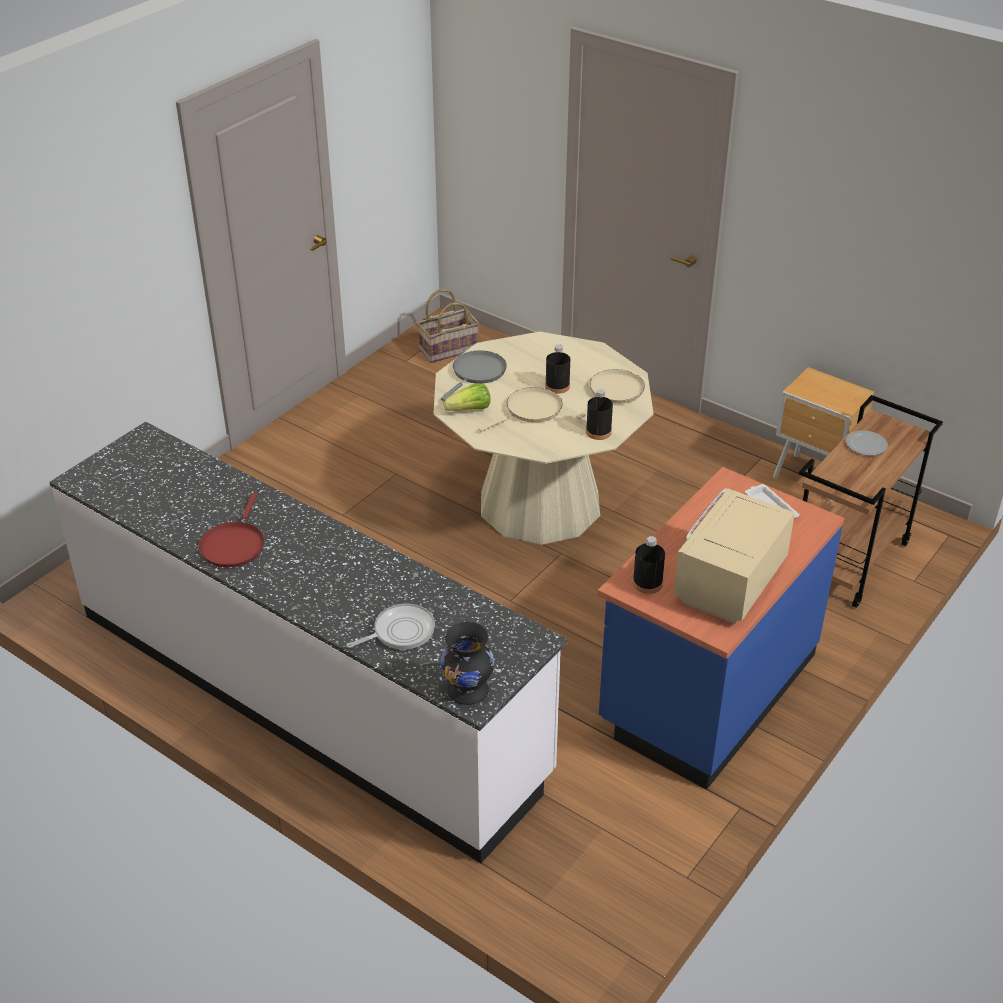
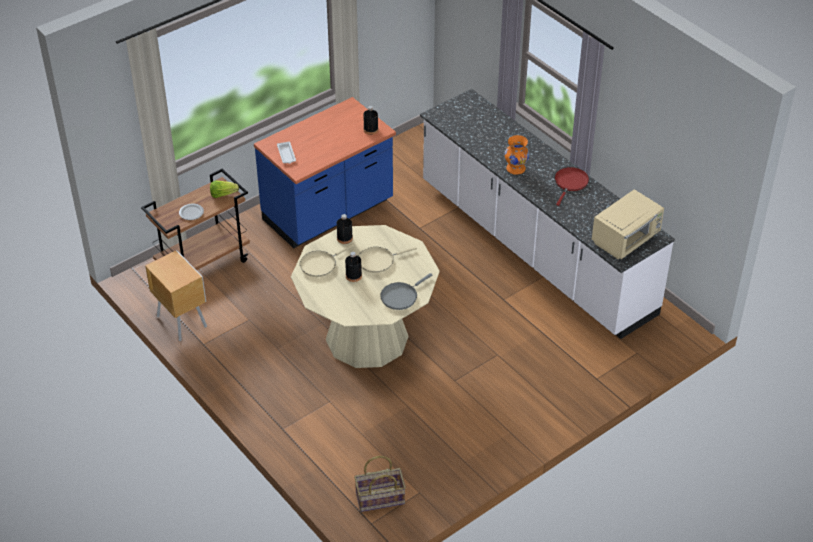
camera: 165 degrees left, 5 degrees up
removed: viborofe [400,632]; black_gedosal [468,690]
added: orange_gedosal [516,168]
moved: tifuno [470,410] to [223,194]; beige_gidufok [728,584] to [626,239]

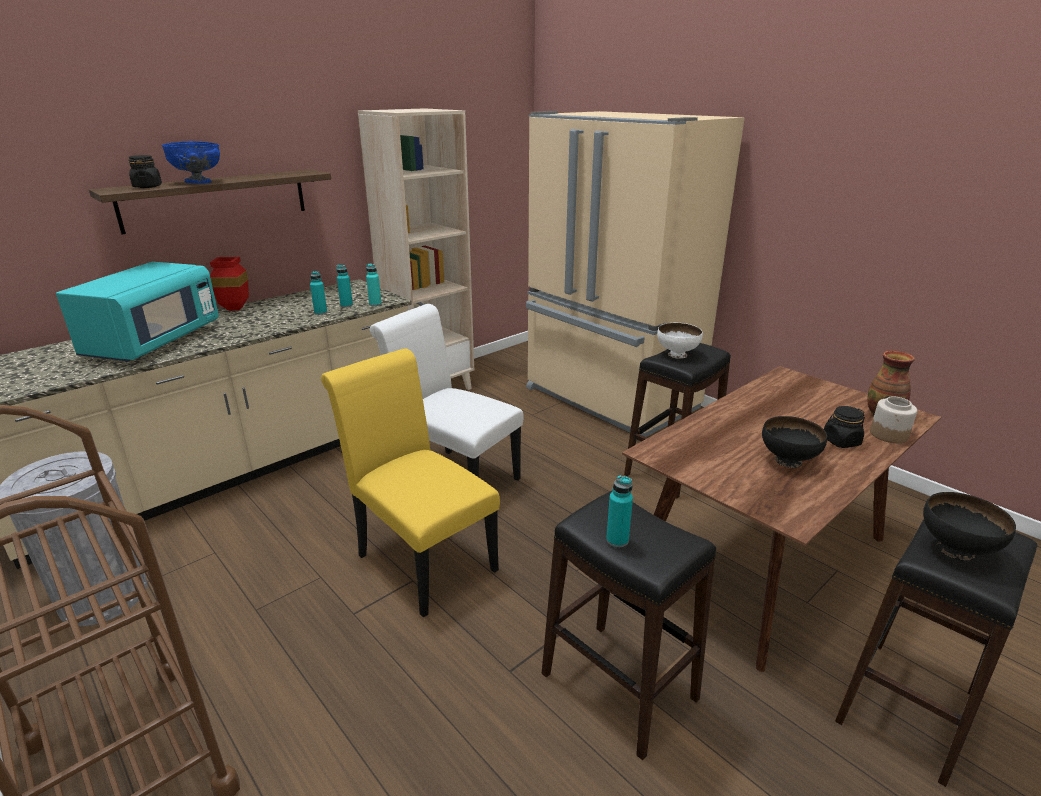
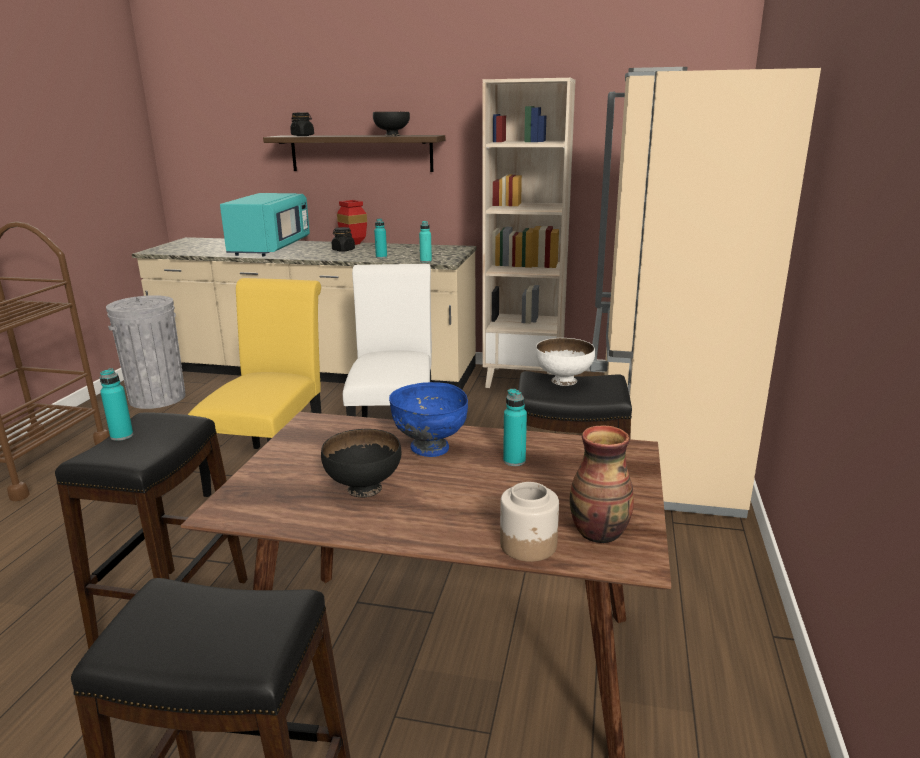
camera: 55 degrees right, 5 degrees down
moved: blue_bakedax [198,182] to [430,449]; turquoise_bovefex [346,305] to [514,461]; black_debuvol [841,441] to [343,250]; black_bakedax [955,550] to [391,135]
turned: turquoise_gidufok [153,342] = [269,249] 60 degrees counterclockwise

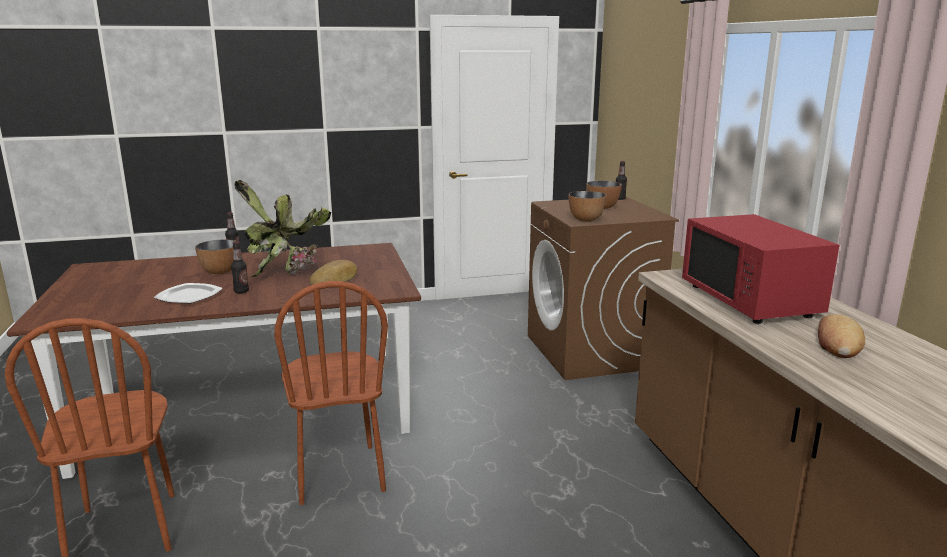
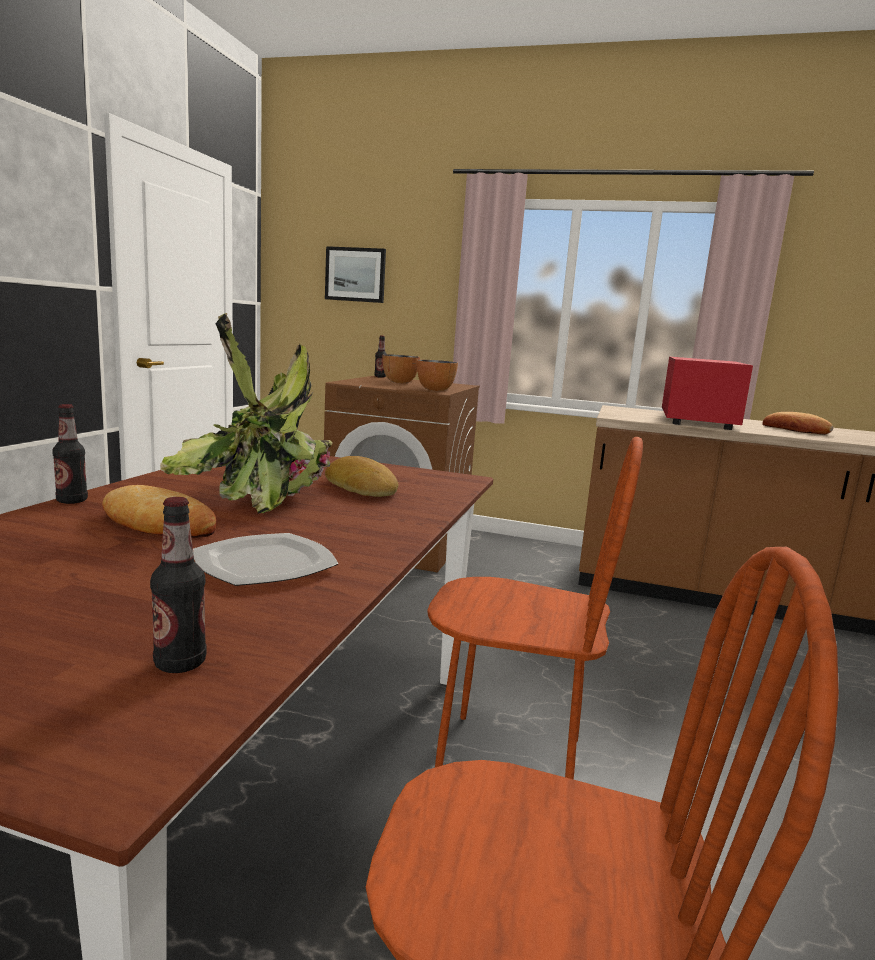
camera: 60 degrees left, 5 degrees down
added: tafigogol [355,274]
moved: bovefex [241,291] to [180,663]
replaced: bakedax [220,272] to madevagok [158,524]
turned: red_gidufok [750,300] = [696,421] 90 degrees counterclockwise

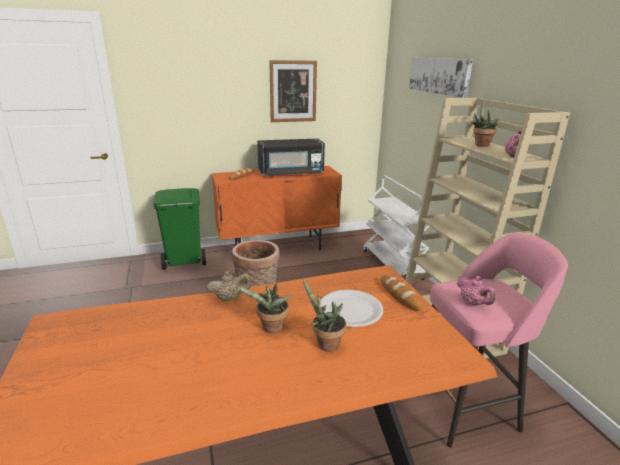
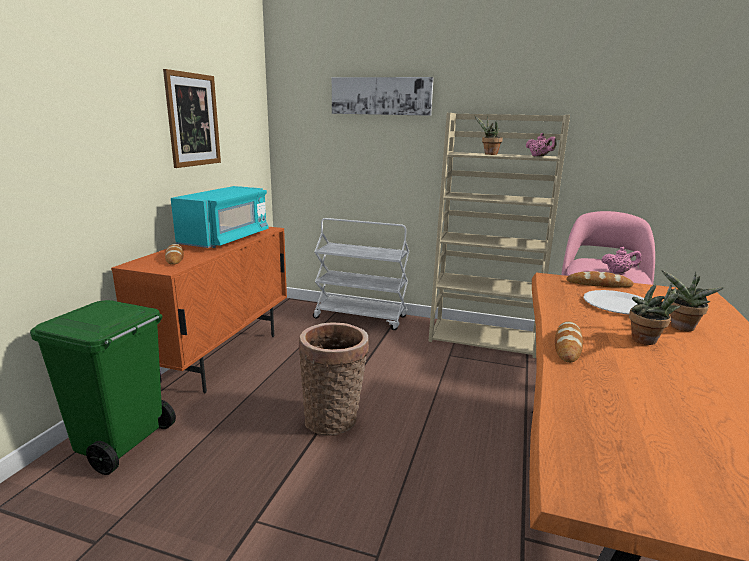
camera: 55 degrees left, 5 degrees down
replaced: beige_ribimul [230,298] to madevagok [568,345]
recoloured: black_gidufok [291,173] to turquoise_gidufok [226,239]

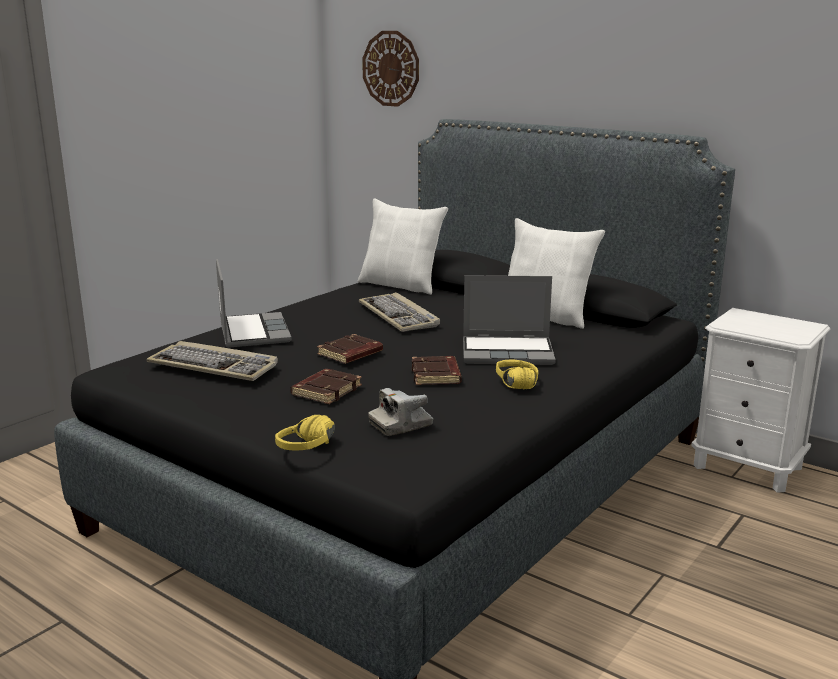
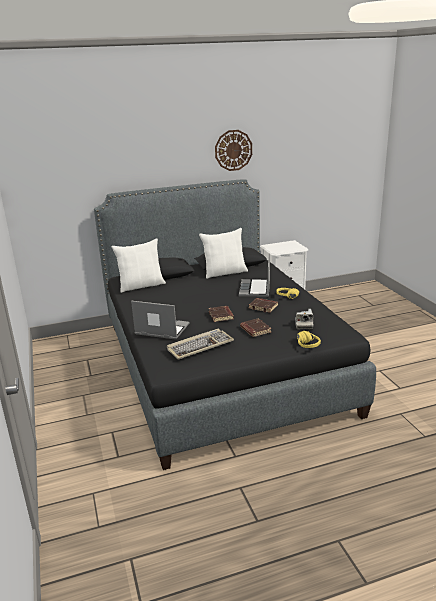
camera: 55 degrees left, 5 degrees up
removed: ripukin [399,316]
moved: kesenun [391,68] to [233,150]
turned: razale [508,352] = [255,289] 150 degrees clockwise

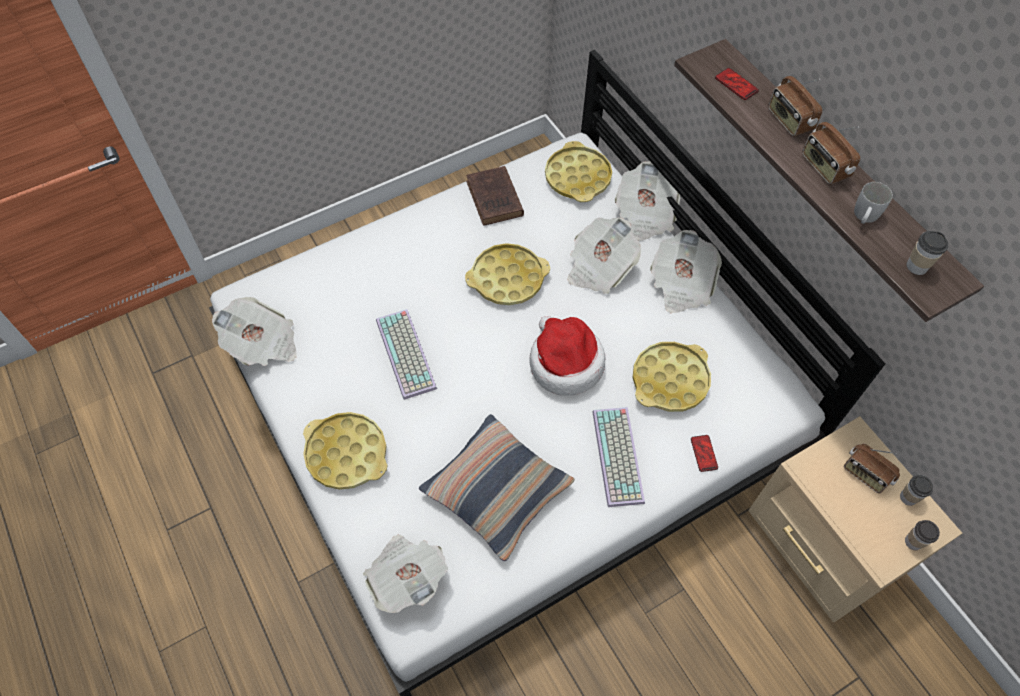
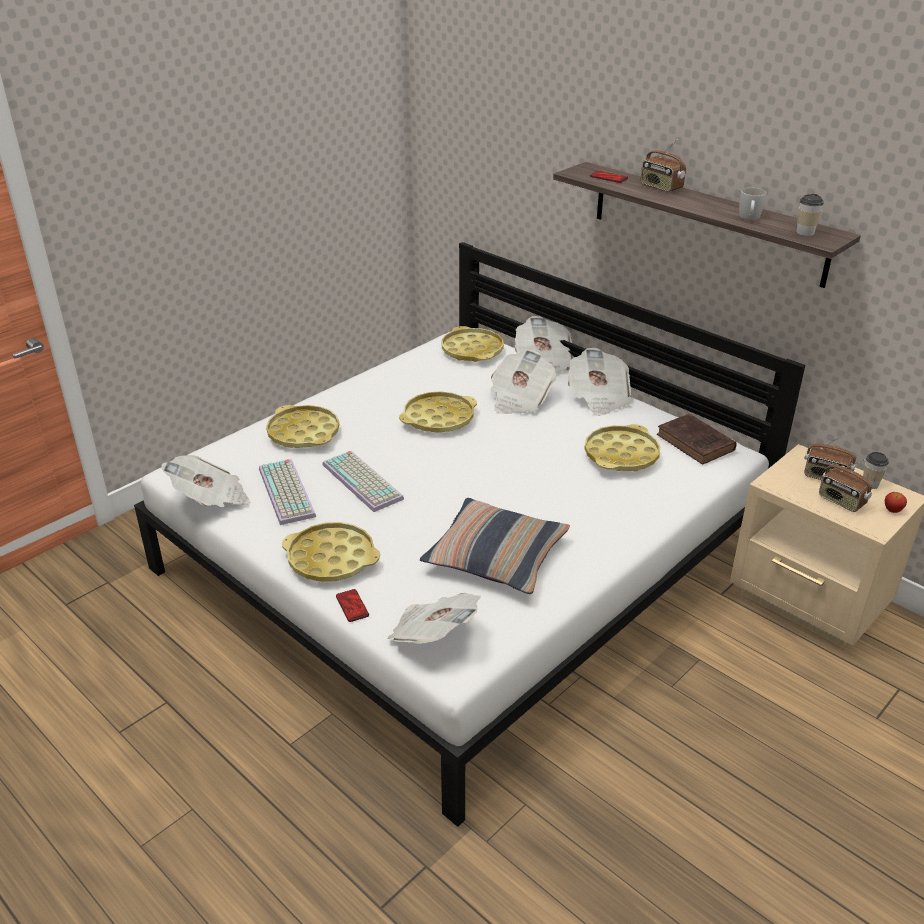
camera: 15 degrees left, 25 degrees down
removed: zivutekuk [564,363]
added: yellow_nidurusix [303,433]
moved: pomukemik [824,167] to [841,501]; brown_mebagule [495,200] to [696,443]; ripukin [620,457] to [288,492]; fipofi [704,453] to [352,606]
replaced: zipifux [913,542] to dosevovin [892,510]

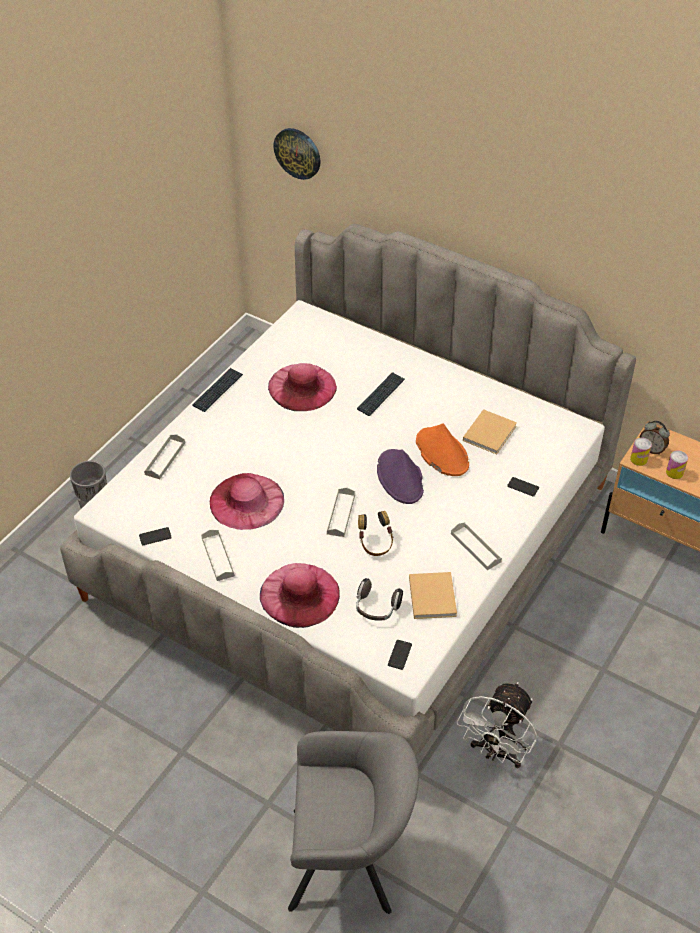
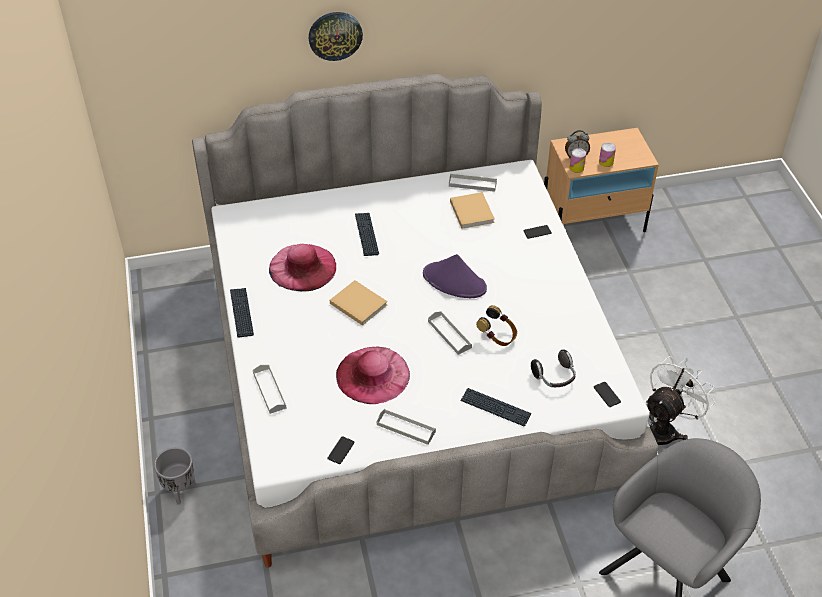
camera: 45 degrees left, 0 degrees up
removed: orange_zivutekuk [441,452]
moved: kesenun [298,153] to [335,35]; grey_nidurusix [475,548] to [472,184]; beige_mebagule [432,595] to [357,303]
replaced: pink_zivutekuk [299,594] to ripukin [495,408]
turned: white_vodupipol [496,752] = [665,429] 120 degrees counterclockwise

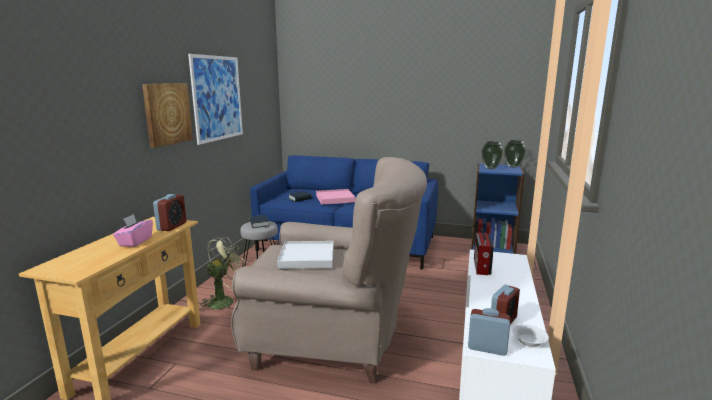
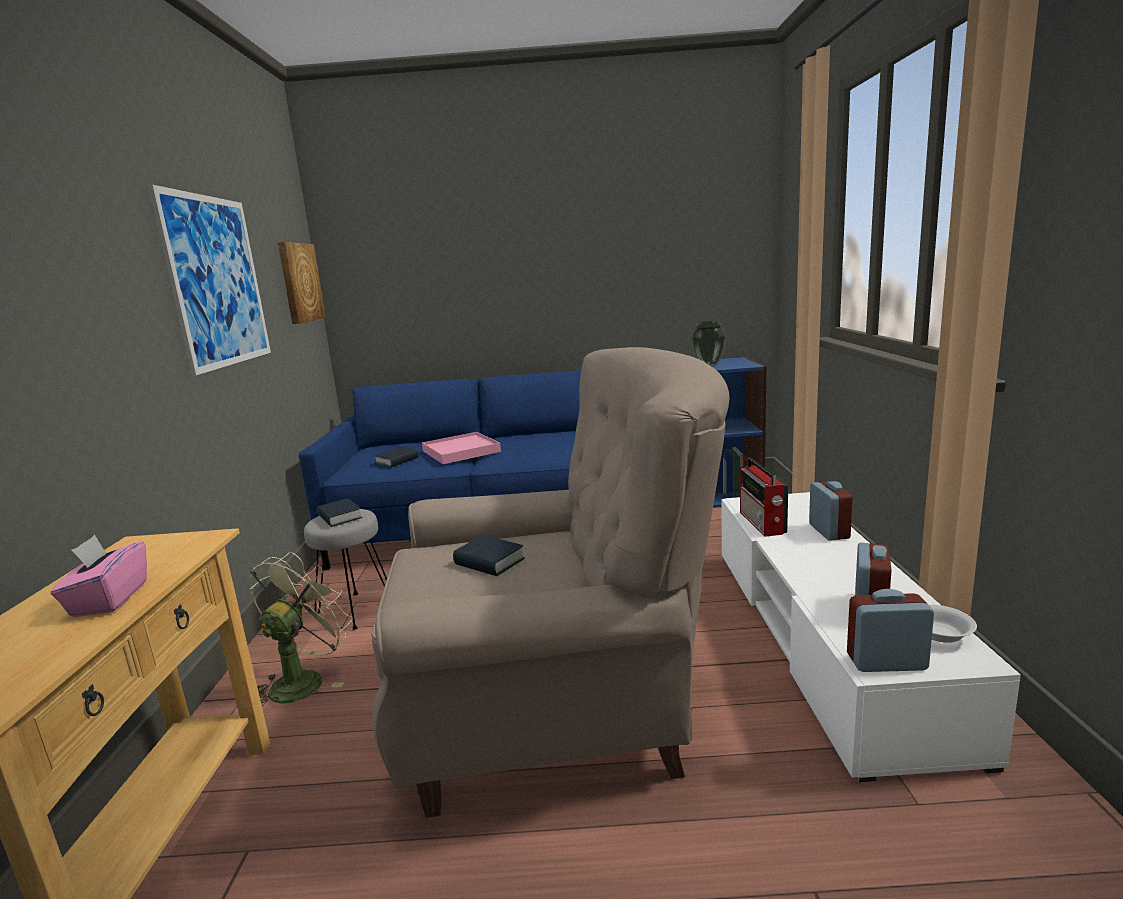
camera: 15 degrees left, 0 degrees up
removed: gedosal [513,166]
moved: tafigogol [167,114] to [299,282]; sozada [172,226] to [829,531]
replaced: white_nidurusix [307,258] to mebagule [489,562]

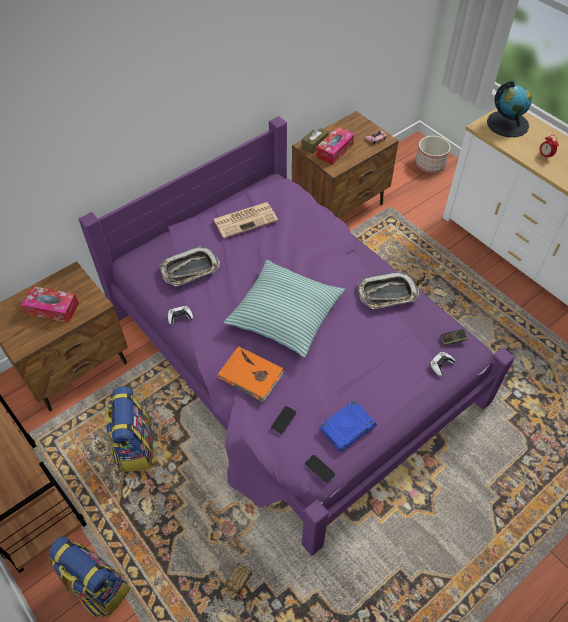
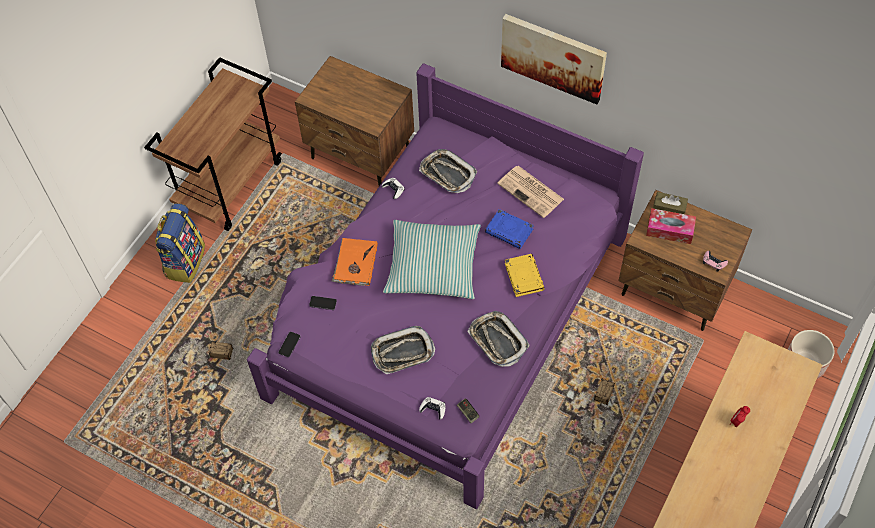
camera: 70 degrees right, 5 degrees up
removed: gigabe [507,124]; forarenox [52,308]; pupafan [134,446]
added: tafigogol [553,57]; yellow_mebagule [523,276]; nidurusix [402,353]
moved: blue_mebagule [347,427] to [509,231]

